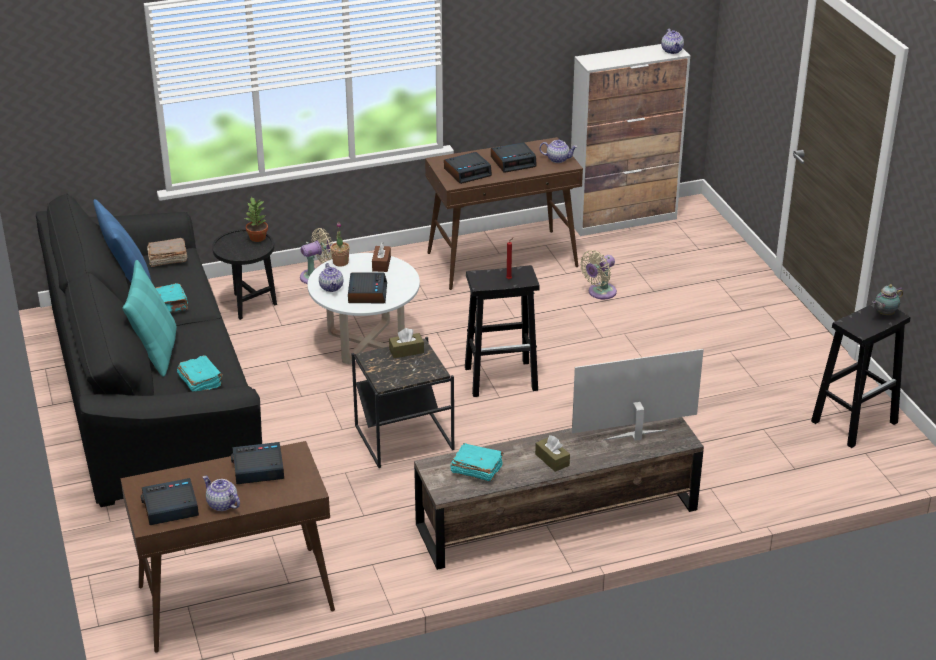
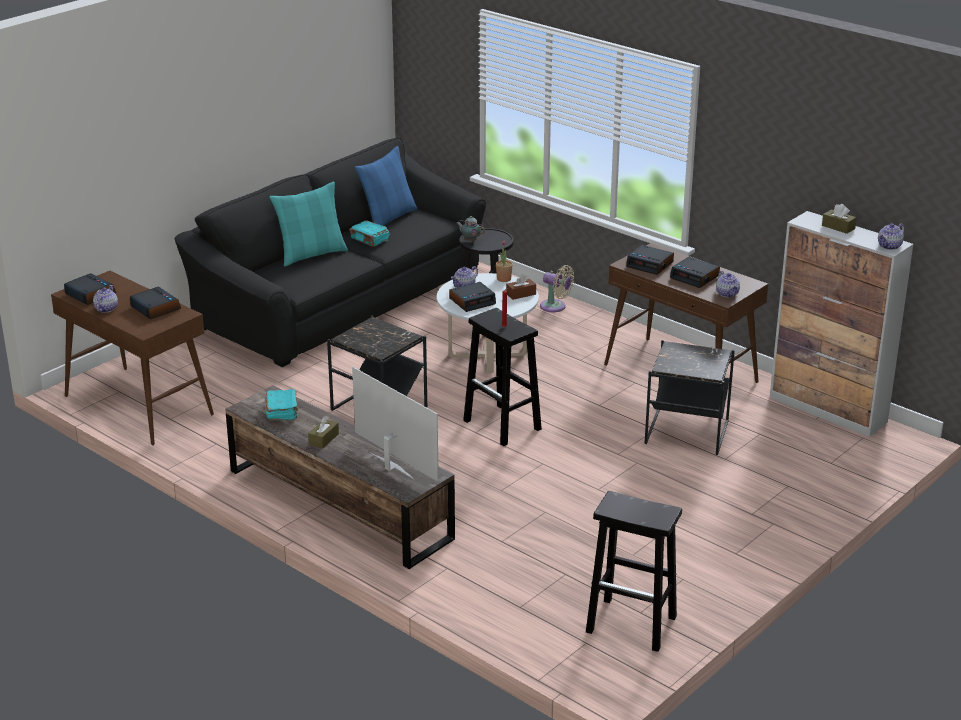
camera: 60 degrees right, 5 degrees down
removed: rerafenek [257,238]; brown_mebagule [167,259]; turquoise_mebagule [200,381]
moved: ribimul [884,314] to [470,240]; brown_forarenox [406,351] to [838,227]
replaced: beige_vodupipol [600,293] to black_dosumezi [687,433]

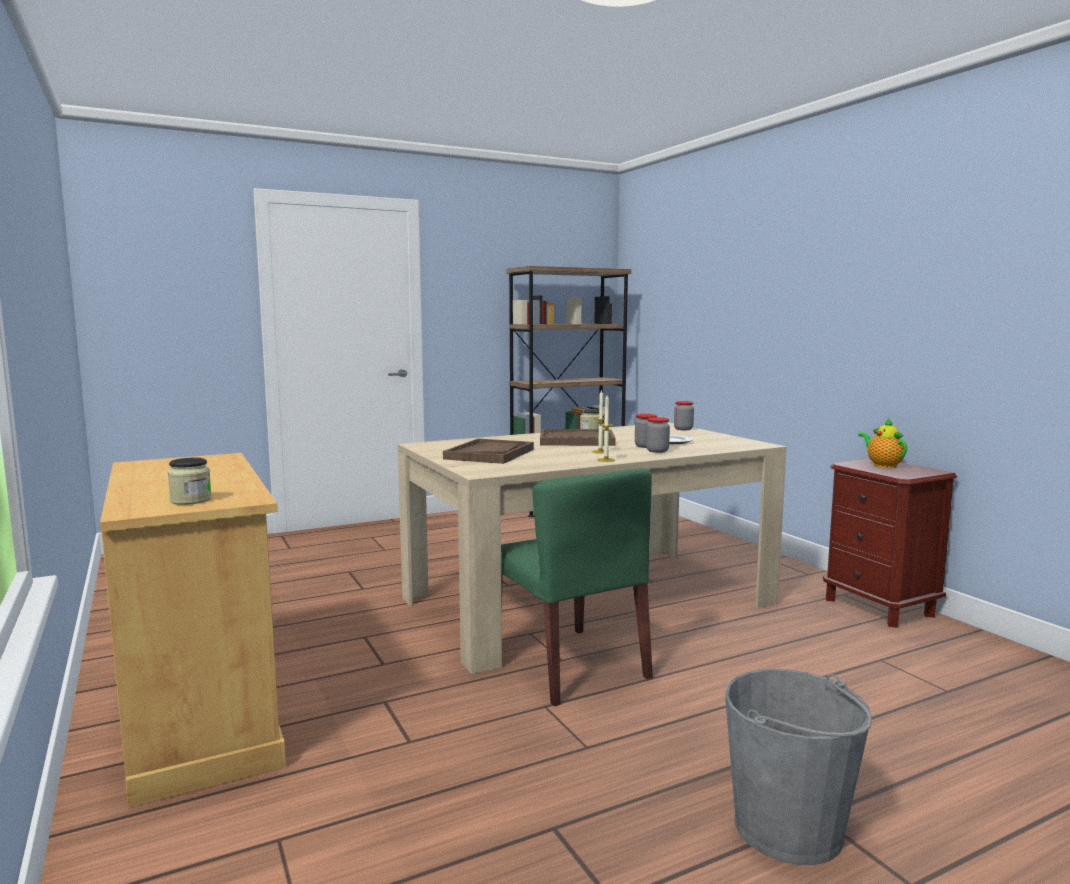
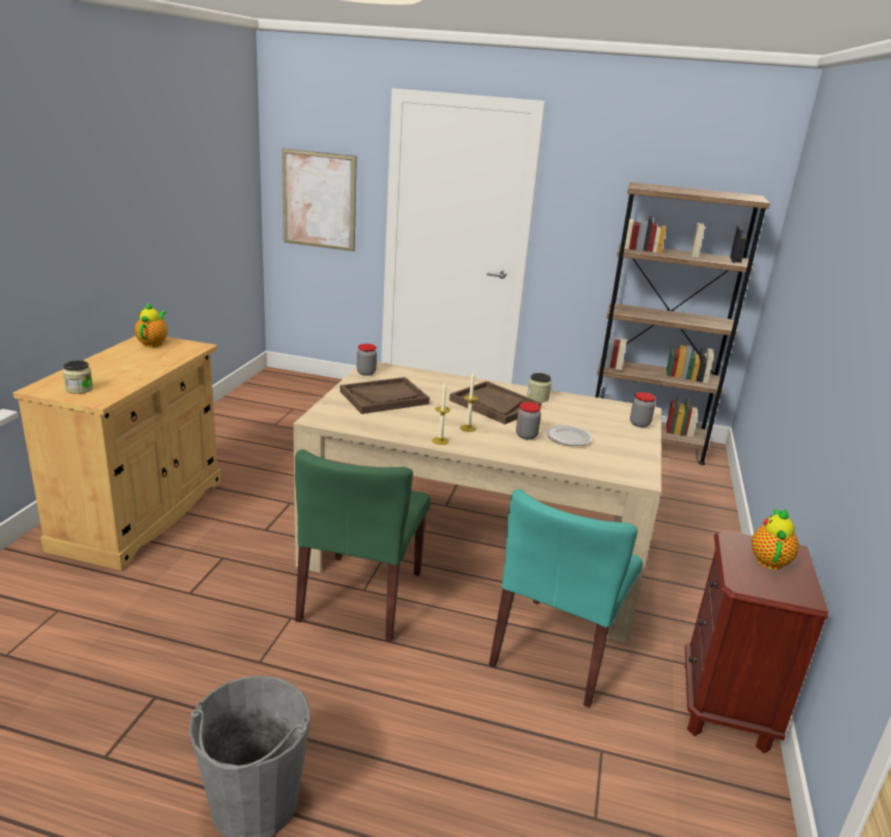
camera: 40 degrees right, 15 degrees up
added: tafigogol [319,200]; ribimul [153,343]; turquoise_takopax [559,649]
moved: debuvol [657,451] to [366,373]

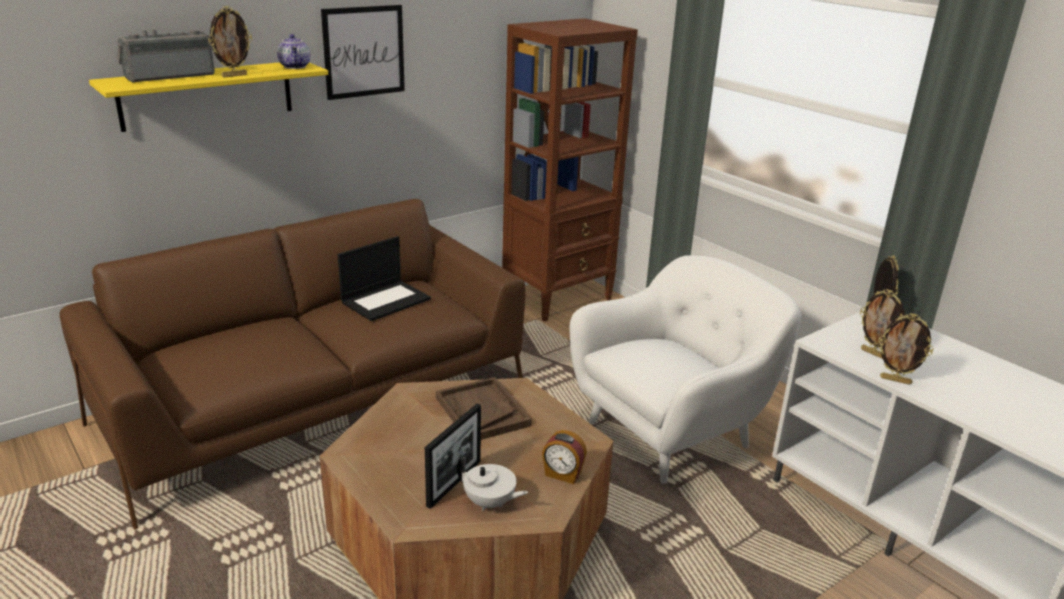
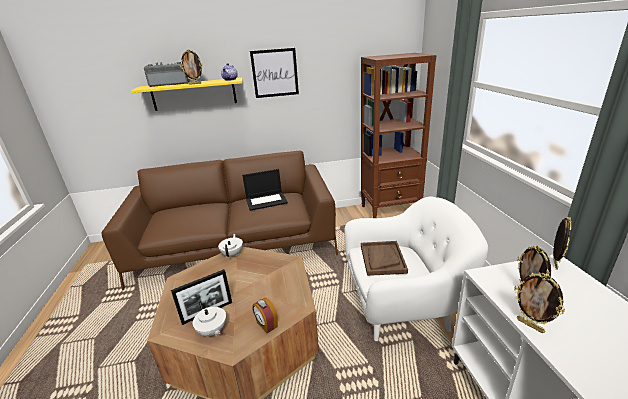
camera: 30 degrees right, 0 degrees up
added: white_ribimul [233,254]
moved: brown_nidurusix [482,411] to [382,259]

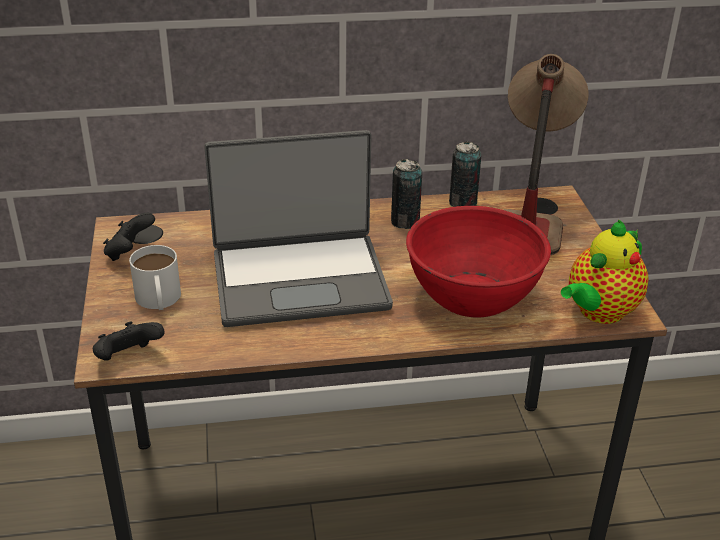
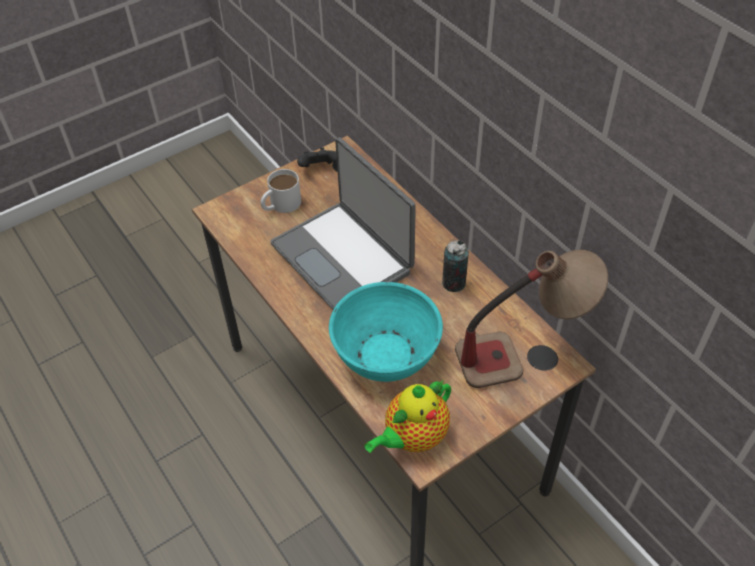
camera: 65 degrees right, 15 degrees up
removed: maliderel [462,203]; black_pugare [128,358]
recoloured: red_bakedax [473,295] to turquoise_bakedax [386,355]
turned: ribimul [598,312] = [413,437] 60 degrees counterclockwise

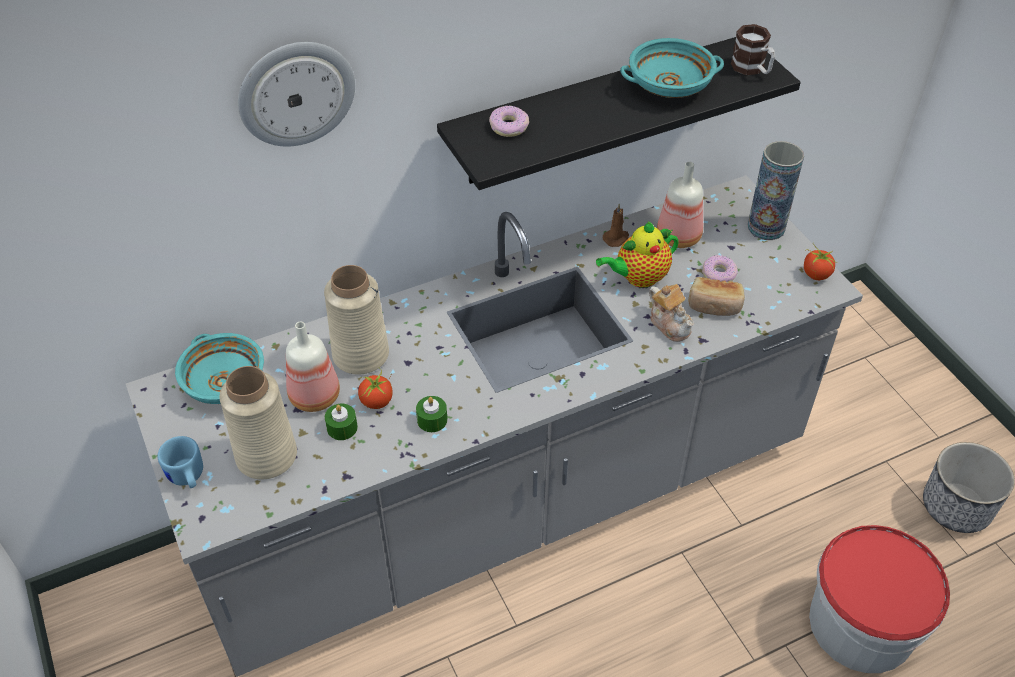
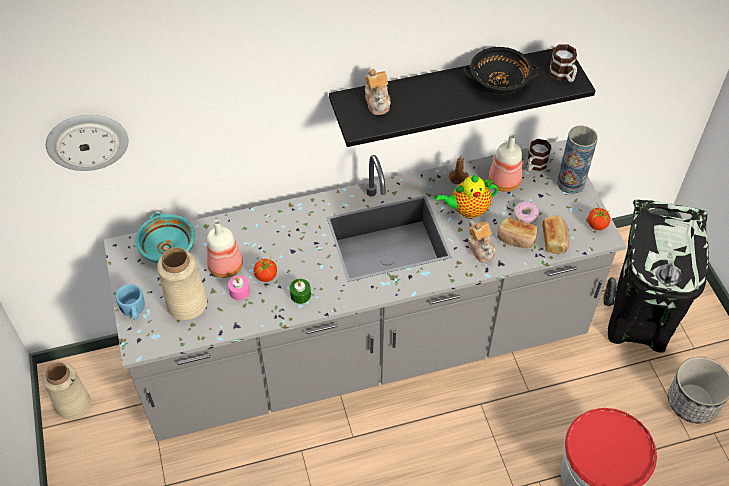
camera: 10 degrees right, 5 degrees up
added: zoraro [534,166]; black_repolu [637,324]; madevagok [555,240]
moved: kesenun [296,93] to [87,141]; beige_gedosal [360,354] to [73,404]
replaced: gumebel [509,126] to ribimul [377,101]
recoloured: turquoise_bakedax [669,86] to black_bakedax [498,82]; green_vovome [342,428] to pink_vovome [239,291]

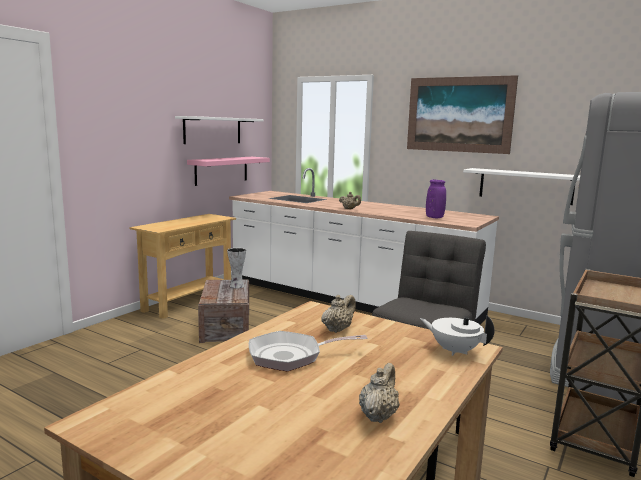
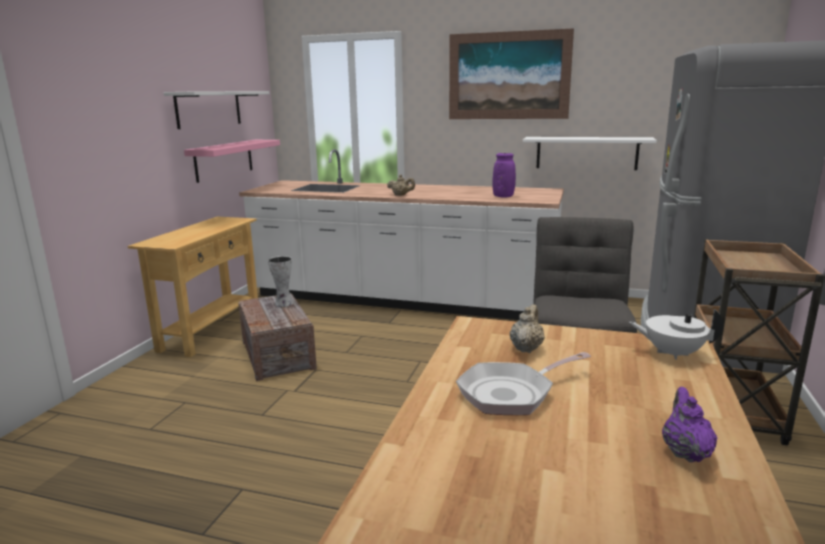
camera: 15 degrees left, 5 degrees up
recoloured: beige_ribimul [378,415] to purple_ribimul [685,452]

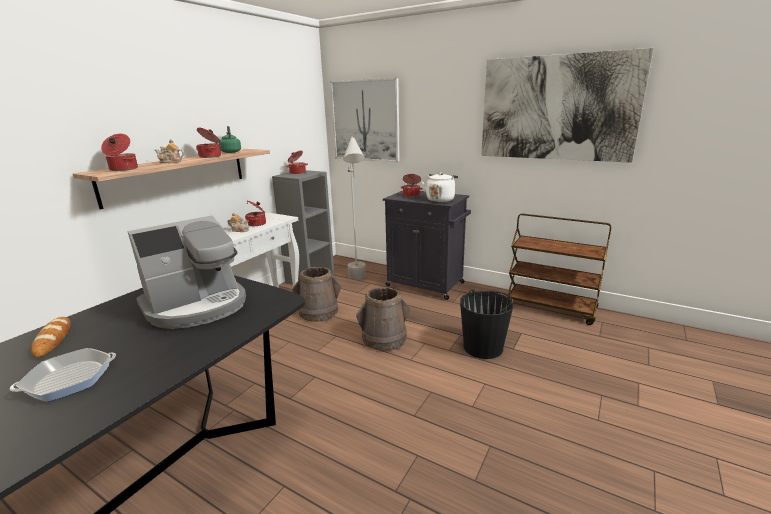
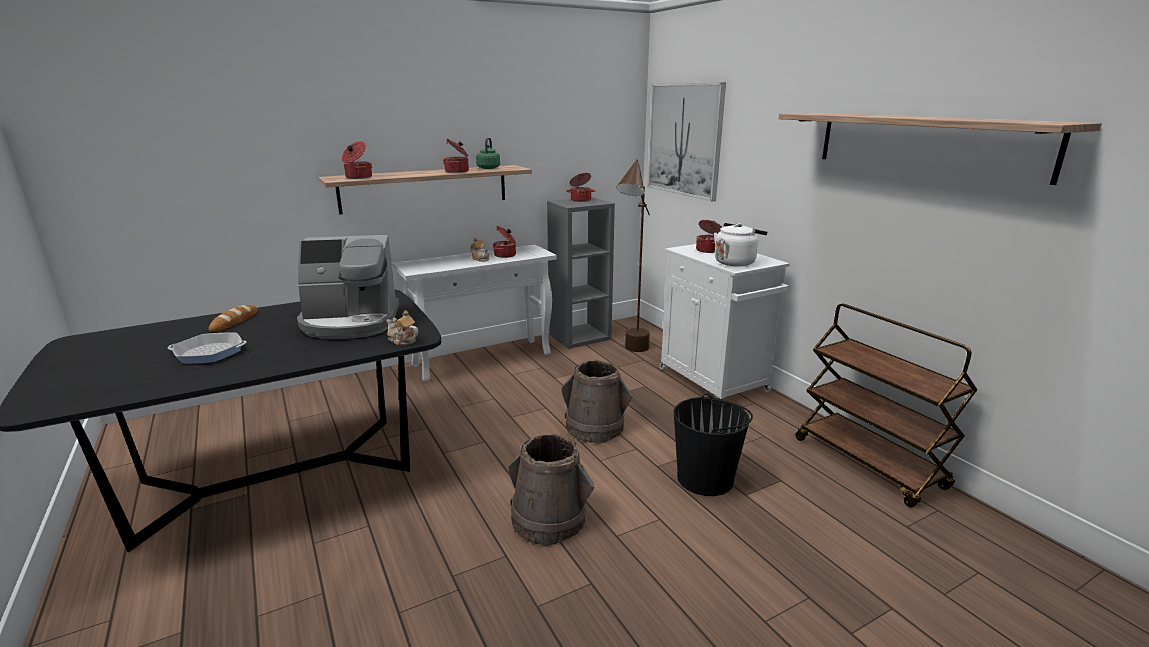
camera: 30 degrees right, 0 degrees up
moved: ribimul [171,162] to [402,341]; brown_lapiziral [318,312] to [548,519]
replaced: tafigogol [557,108] to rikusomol [926,143]
recoloured: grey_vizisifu [358,282] to brown_vizisifu [631,355]; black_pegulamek [426,285] to white_pegulamek [714,381]

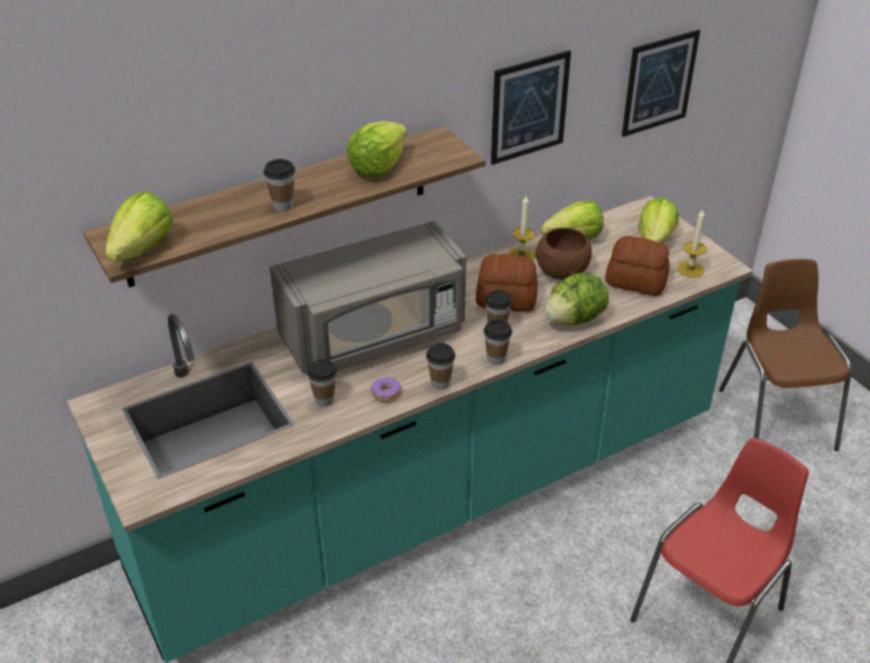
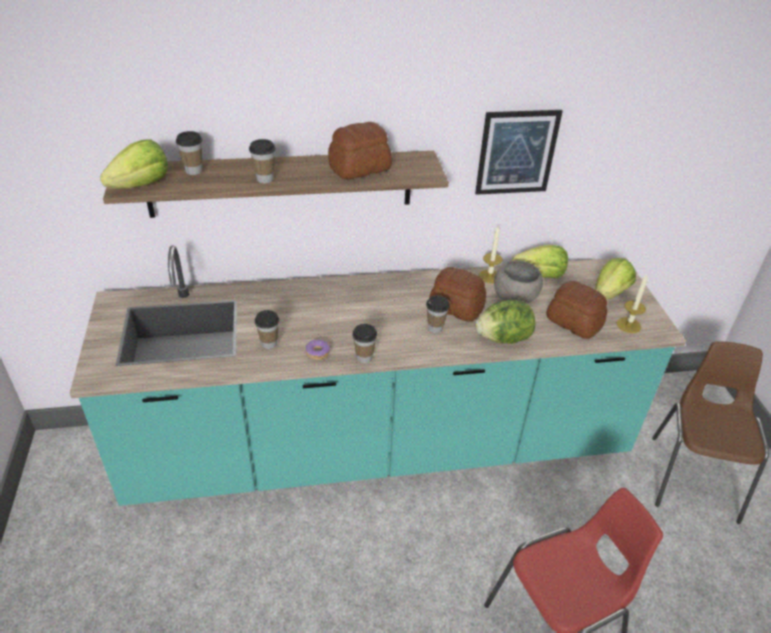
camera: 20 degrees right, 0 degrees up
removed: tafigogol [659,83]; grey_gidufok [375,335]
moved: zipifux [496,359] to [194,171]
replaced: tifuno [378,167] to madevagok [358,168]
recoloured: brown_bakedax [561,272] to grey_bakedax [514,298]

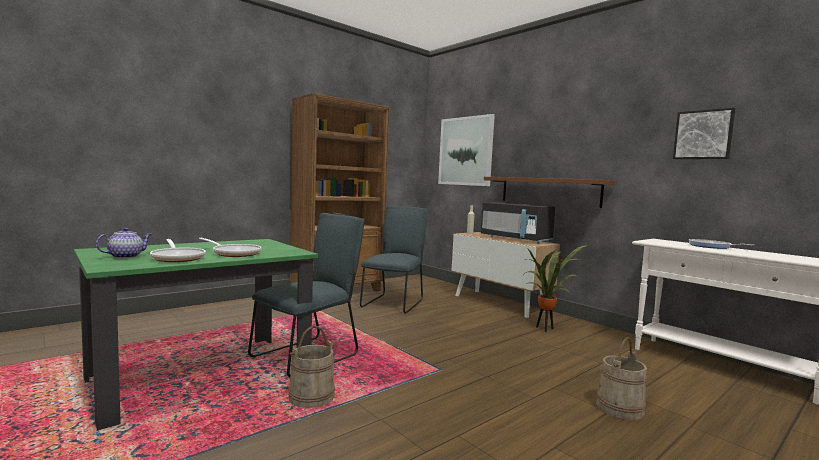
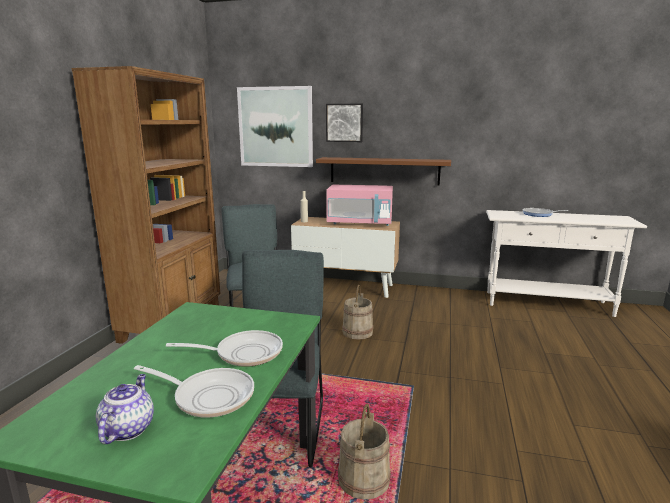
camera: 35 degrees left, 10 degrees up
removed: rerafenek [546,329]
moved: tafigogol [703,135] to [344,123]; beige_lapiziral [620,408] to [358,332]
recoloured: black_gidufok [516,239] to pink_gidufok [360,223]

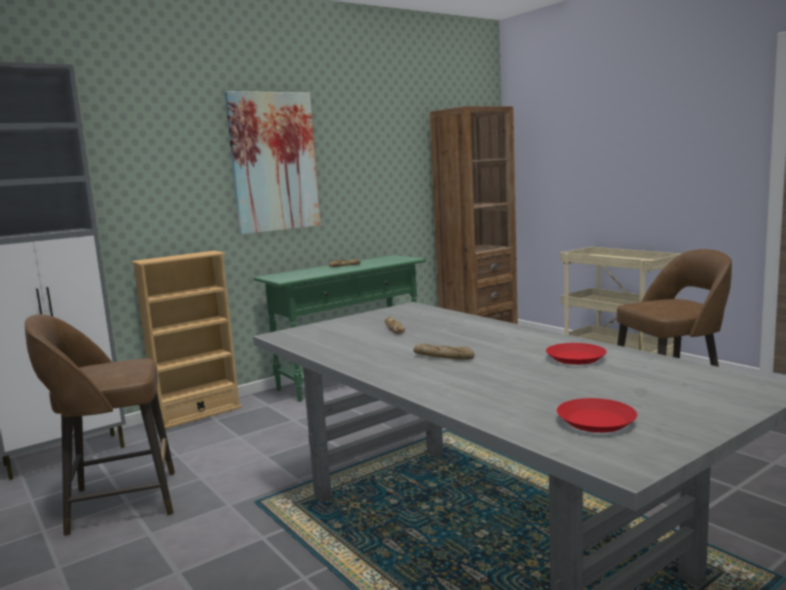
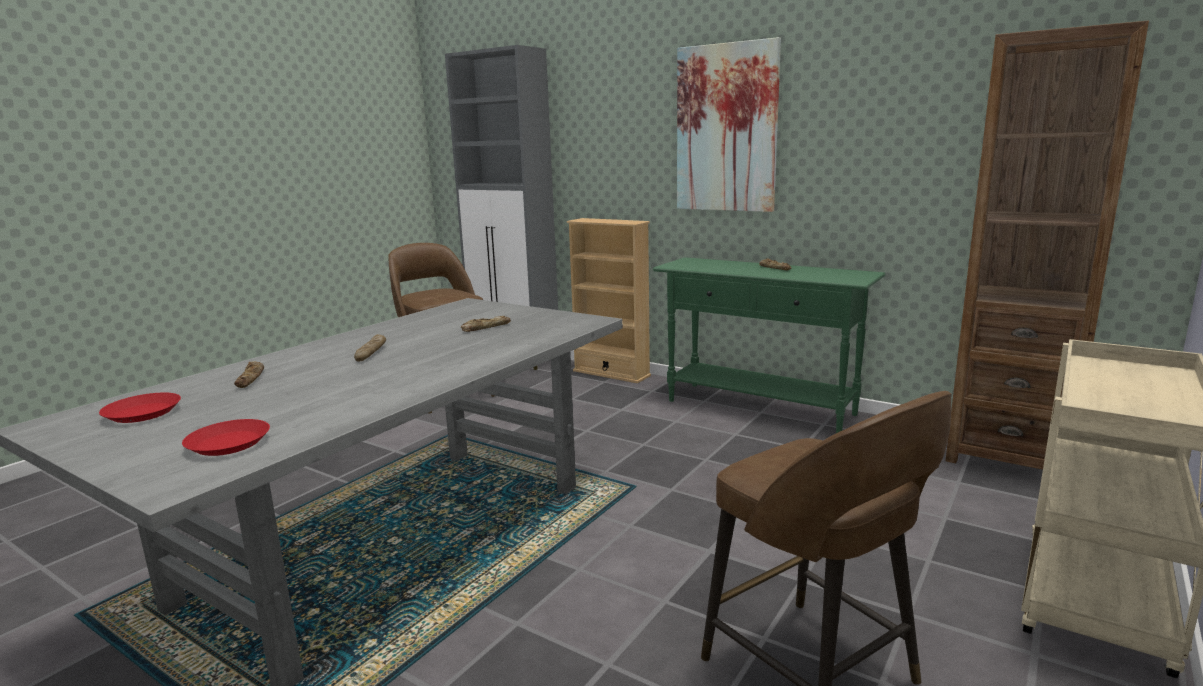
camera: 70 degrees right, 5 degrees up
added: madevagok [251,379]
moved: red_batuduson [576,358] to [228,444]

